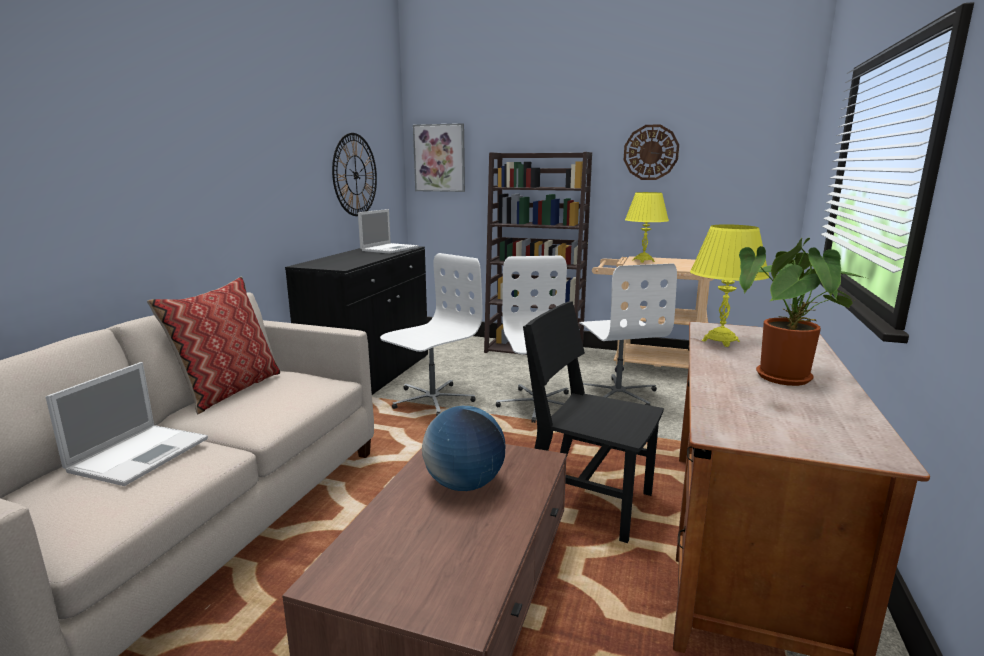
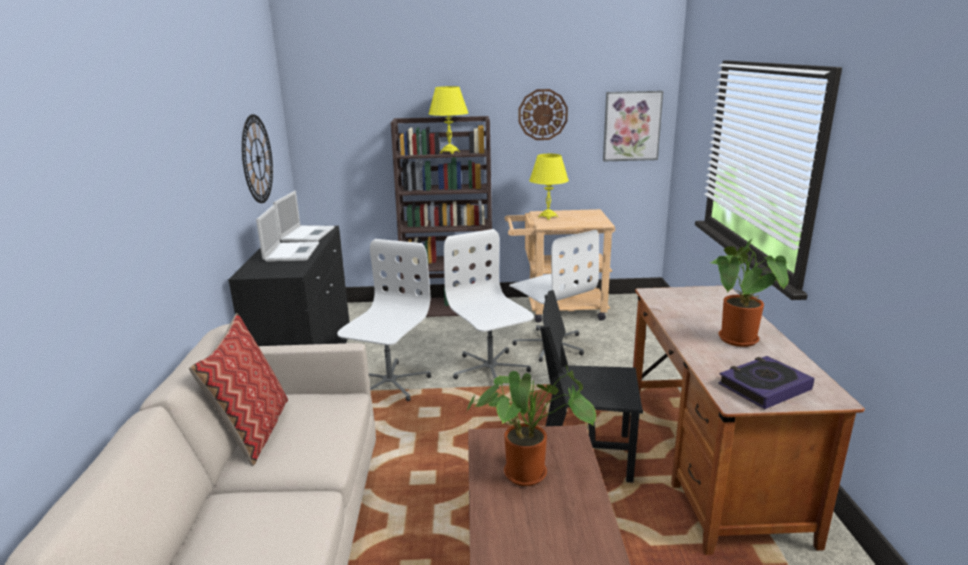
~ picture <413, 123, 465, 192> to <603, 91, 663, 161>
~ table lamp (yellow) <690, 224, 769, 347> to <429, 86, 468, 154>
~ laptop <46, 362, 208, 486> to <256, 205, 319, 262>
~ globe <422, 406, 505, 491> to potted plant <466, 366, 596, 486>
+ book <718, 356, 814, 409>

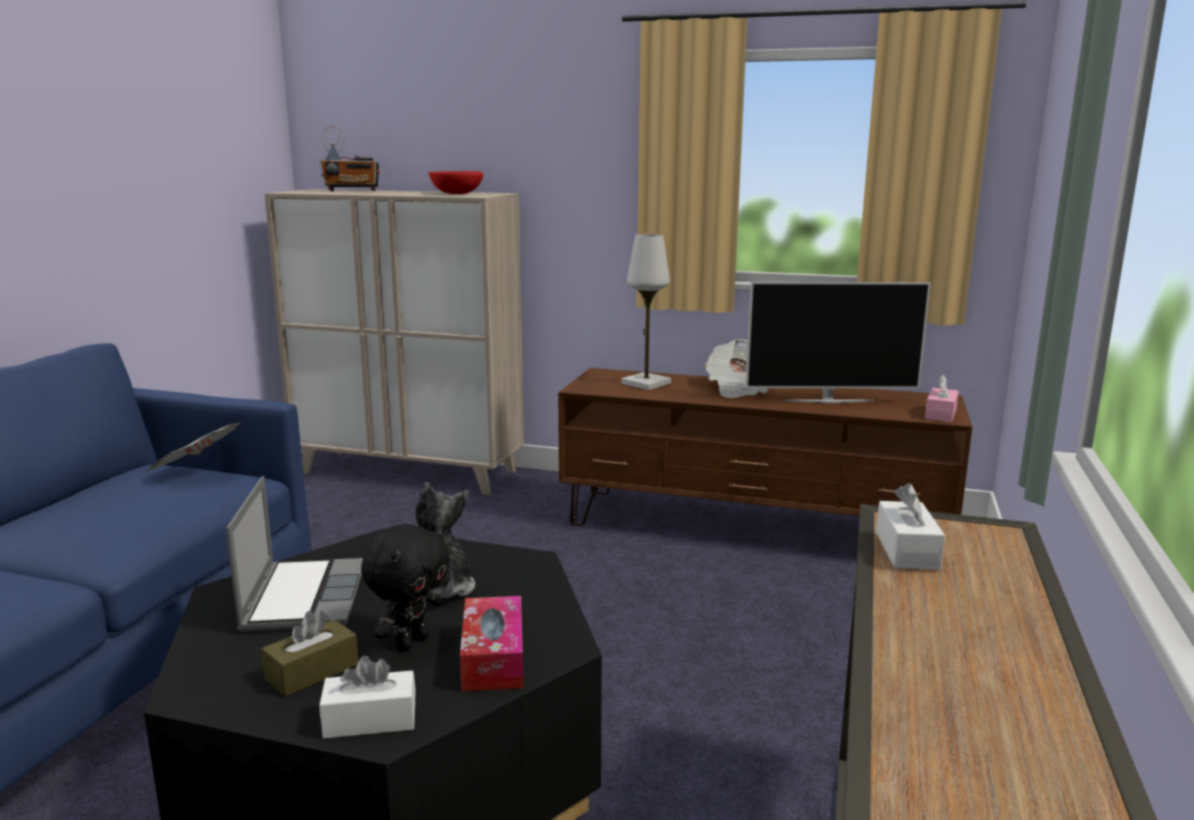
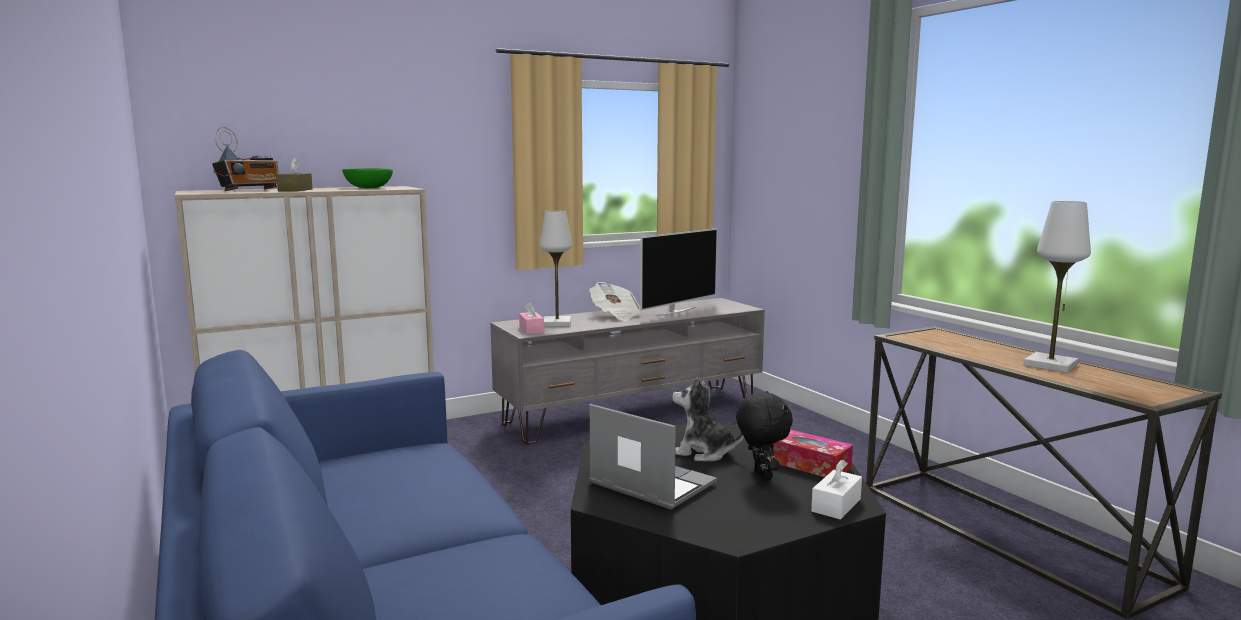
~ bowl (red) <428, 171, 483, 194> to bowl (green) <342, 168, 393, 188>
~ tv stand (brown) <558, 368, 972, 526> to tv stand (grey) <490, 298, 765, 445>
~ tissue box (pink) <925, 375, 959, 422> to <519, 302, 544, 334>
- newspaper <145, 422, 241, 472>
- tissue box (white) <876, 483, 945, 570>
~ tissue box (brown) <261, 610, 358, 697> to <276, 157, 313, 191>
+ table lamp (white) <1024, 201, 1091, 373>

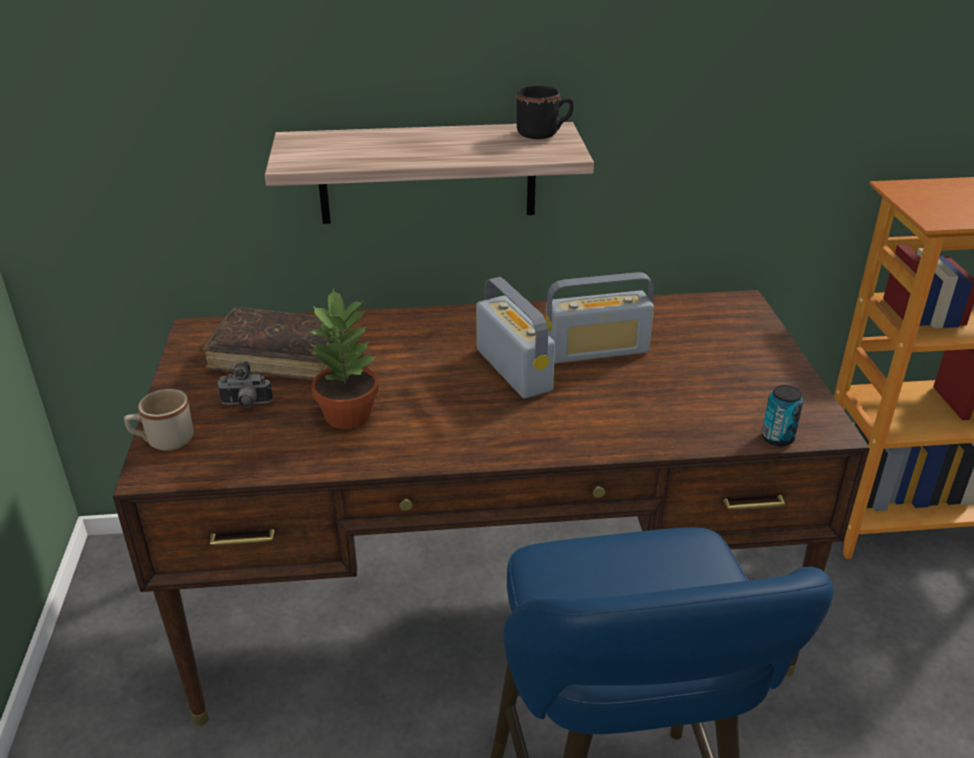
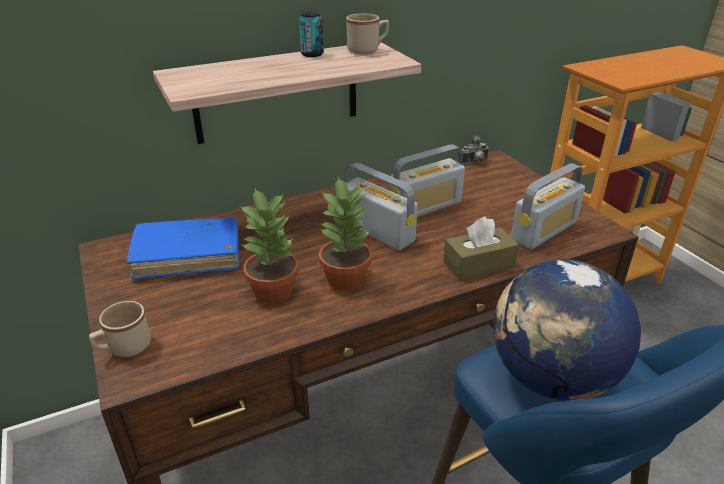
~ mug (black) <517, 86, 574, 139> to mug (beige) <346, 14, 389, 54>
~ book (brown) <203, 308, 347, 381> to book (blue) <127, 217, 239, 280>
~ photo camera <217, 361, 273, 408> to <462, 135, 489, 164>
~ can <762, 385, 803, 446> to <299, 11, 324, 57>
+ radio <511, 163, 585, 249>
+ potted plant <319, 176, 372, 291>
+ tissue box (brown) <443, 216, 519, 281>
+ globe <493, 259, 641, 401>

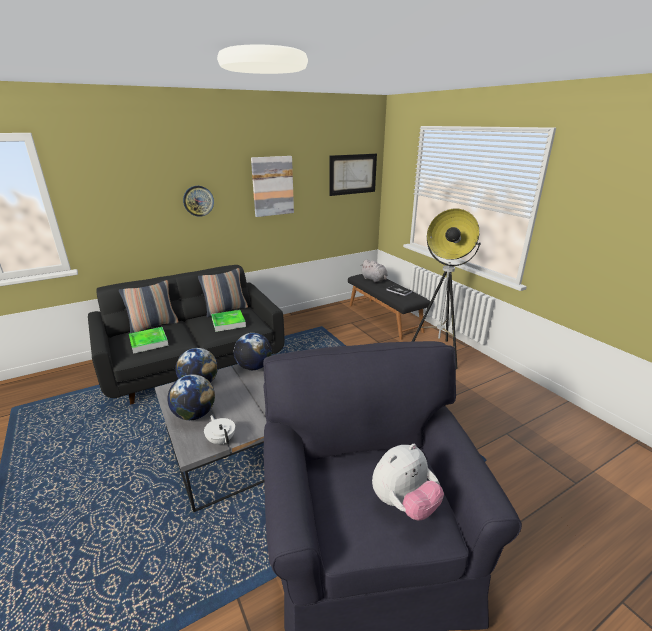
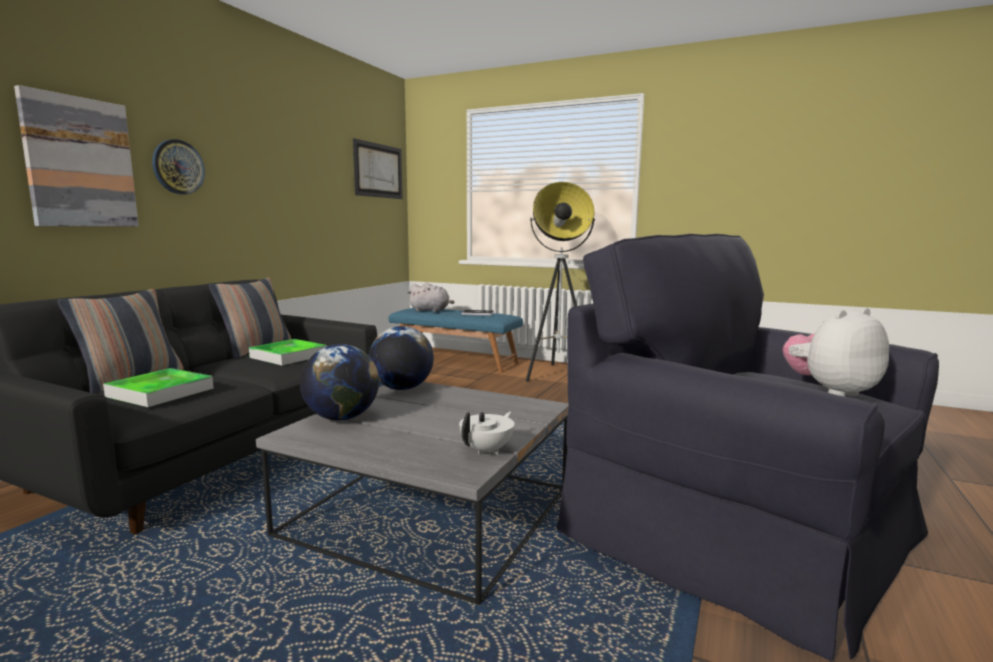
~ picture <251, 156, 294, 217> to <14, 85, 139, 227>
~ bench (black) <348, 274, 430, 340> to bench (blue) <388, 308, 523, 373>
- globe <167, 374, 215, 420>
~ teapot (white) <204, 415, 235, 445> = <459, 412, 514, 455> 105 degrees clockwise
~ plush toy <372, 444, 444, 520> = <783, 308, 889, 397> 135 degrees counterclockwise

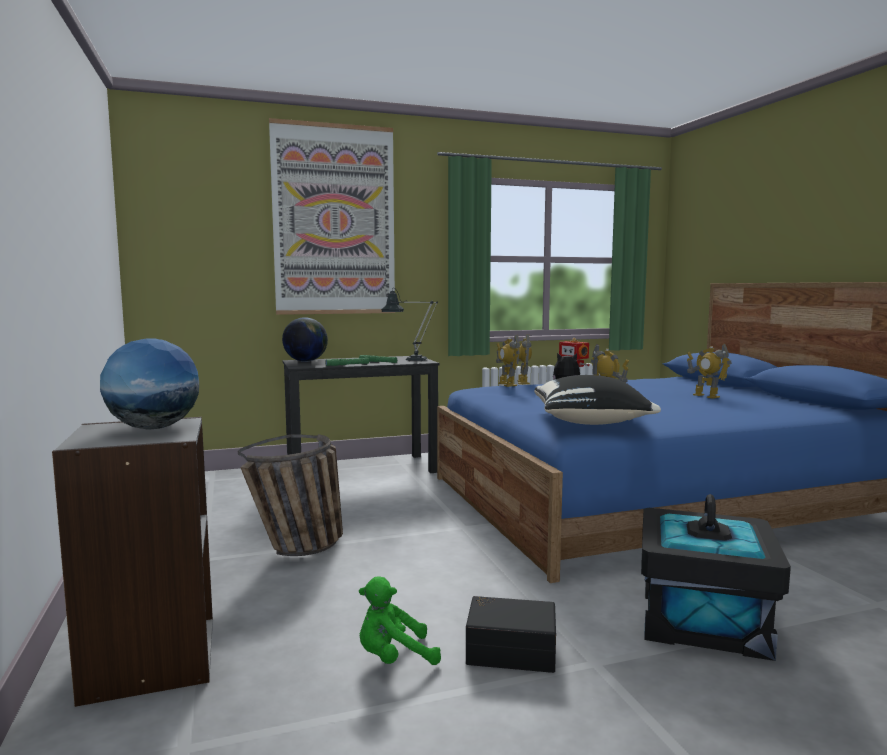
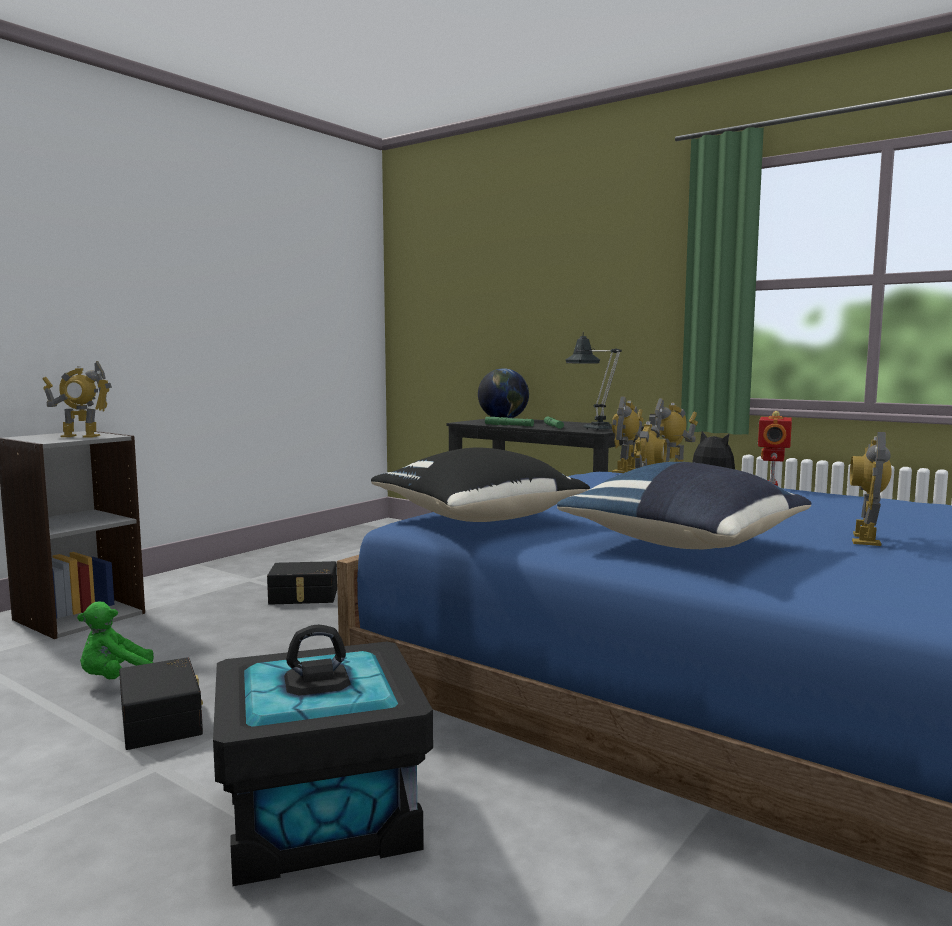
- picture <269, 118, 395, 315>
~ globe <100, 338, 199, 430> to toy robot <42, 361, 112, 437>
~ basket <238, 434, 343, 556> to storage box (black) <267, 561, 337, 605>
~ plush toy (green) <359, 577, 441, 665> = <77, 602, 154, 679> 75 degrees counterclockwise
+ pillow (blue) <557, 462, 812, 549>

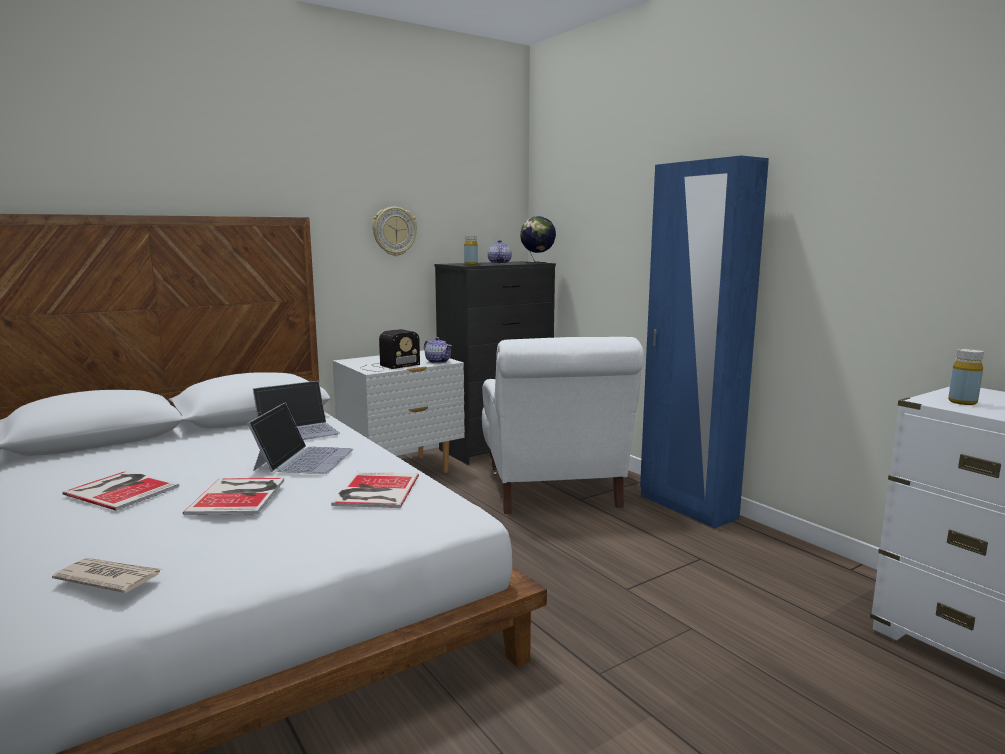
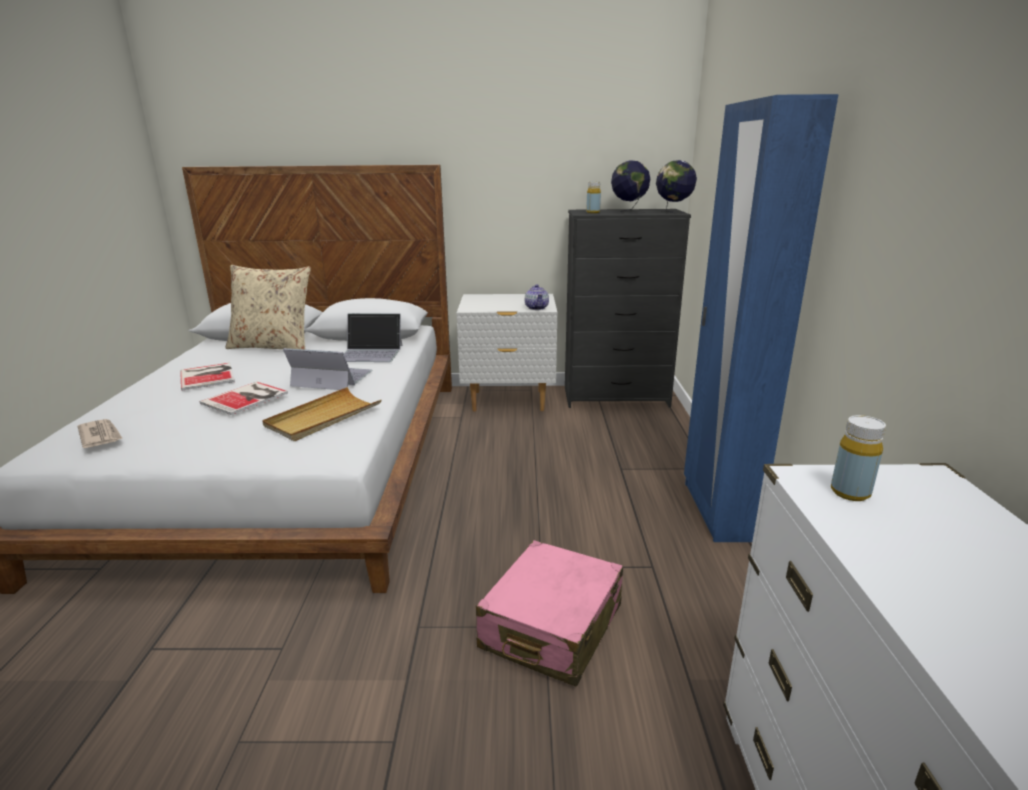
- wall clock <372, 207, 417, 256>
~ teapot <488, 240, 511, 264> to globe <611, 160, 650, 214>
- radio <360, 329, 420, 372>
- armchair (white) <482, 337, 644, 514>
~ laptop <247, 402, 354, 474> = <283, 348, 372, 390> 120 degrees counterclockwise
~ book <331, 472, 419, 508> to tray (beige) <262, 387, 381, 441>
+ pillow (beige) <225, 265, 311, 350>
+ suitcase (pink) <476, 540, 623, 687>

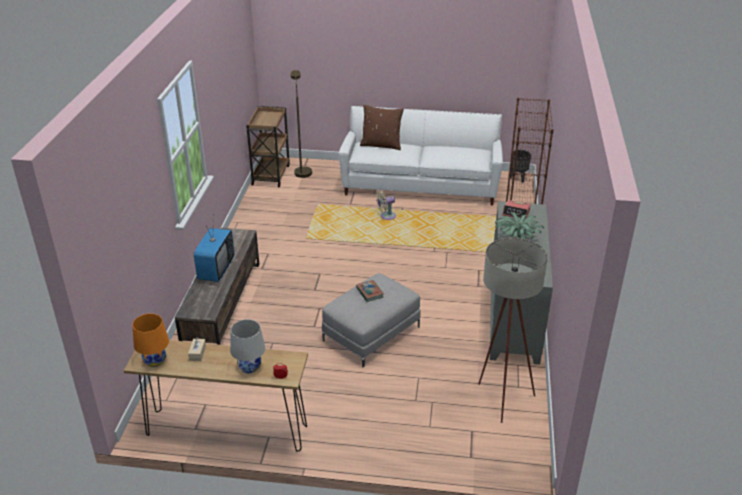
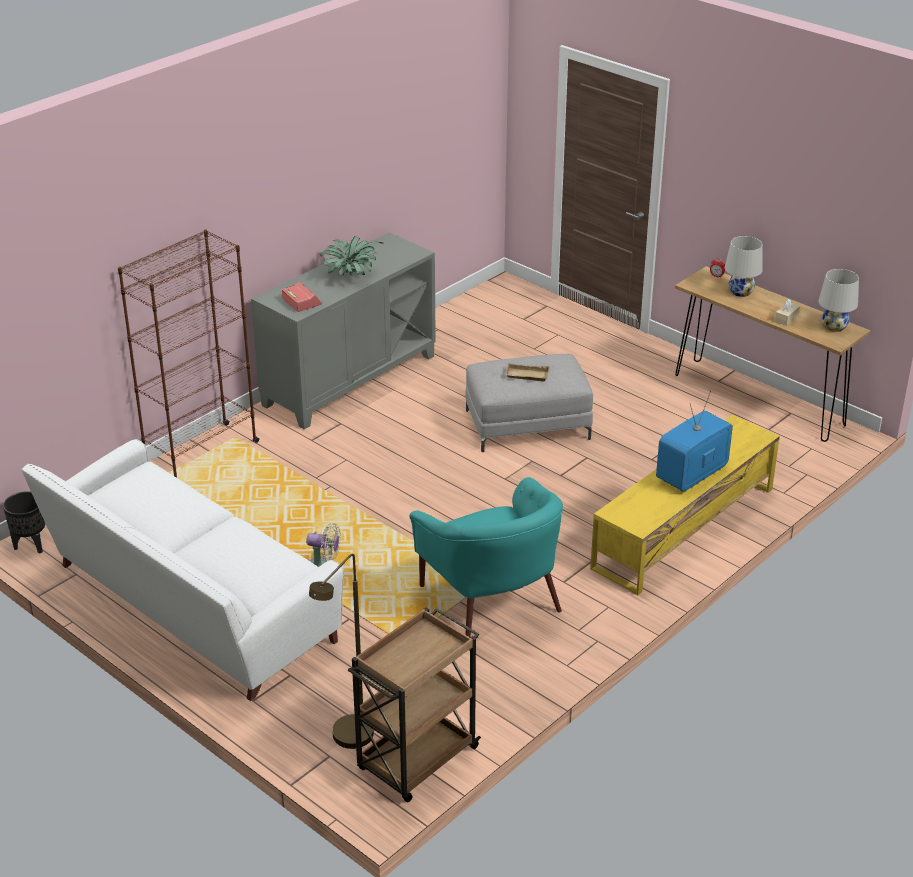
- pillow (brown) <360, 105, 404, 150>
~ tv stand (brown) <175, 228, 259, 345> to tv stand (yellow) <590, 415, 780, 595>
- floor lamp (beige) <478, 237, 548, 423>
~ book <356, 280, 384, 302> to tray (beige) <505, 363, 550, 382>
~ table lamp (orange) <132, 313, 169, 367> to table lamp (white) <818, 269, 859, 332>
+ armchair (turquoise) <409, 477, 563, 637>

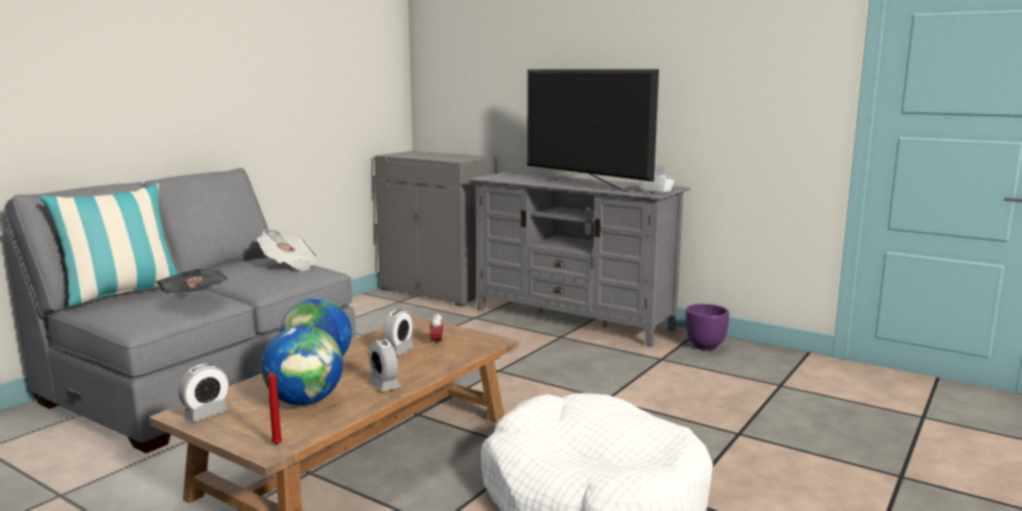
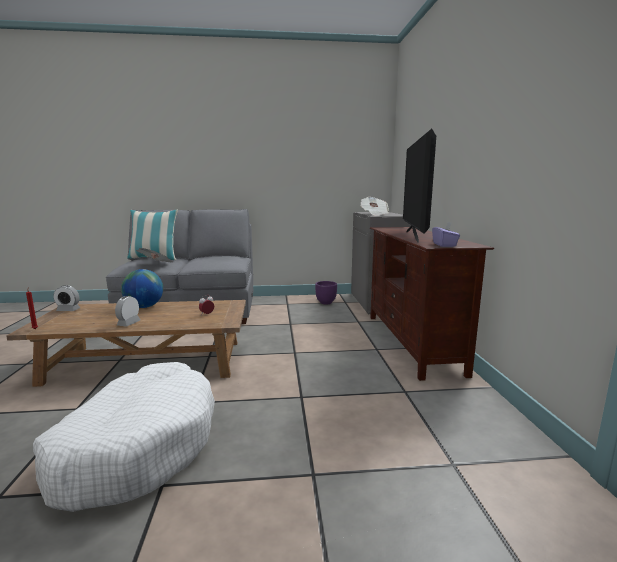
~ tissue box (white) <638, 166, 675, 193> to tissue box (purple) <432, 222, 460, 247>
~ tv stand (grey) <468, 172, 691, 347> to tv stand (brown) <370, 227, 494, 381>
~ newspaper <257, 229, 320, 271> to <361, 197, 389, 216>
~ planter (purple) <685, 304, 729, 350> to <315, 281, 337, 305>
- alarm clock <383, 310, 414, 356>
- globe <261, 325, 343, 405>

